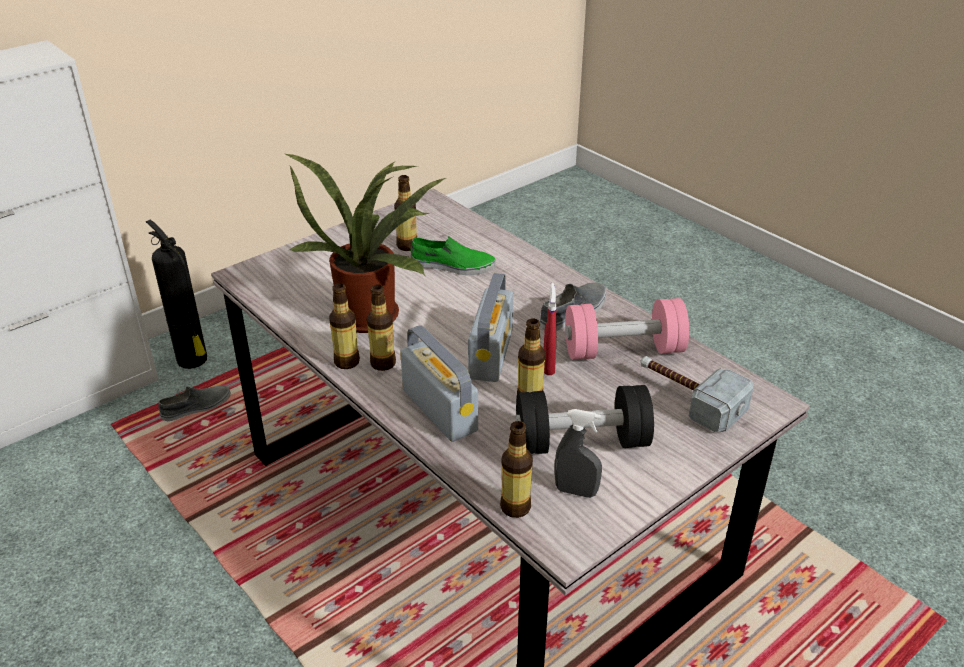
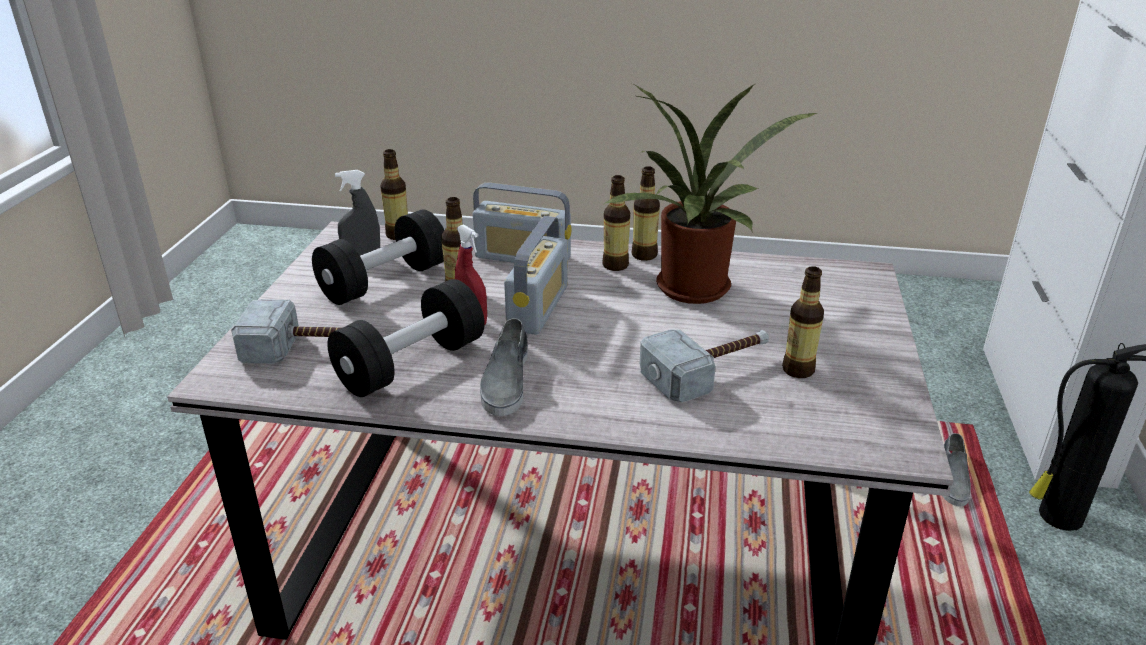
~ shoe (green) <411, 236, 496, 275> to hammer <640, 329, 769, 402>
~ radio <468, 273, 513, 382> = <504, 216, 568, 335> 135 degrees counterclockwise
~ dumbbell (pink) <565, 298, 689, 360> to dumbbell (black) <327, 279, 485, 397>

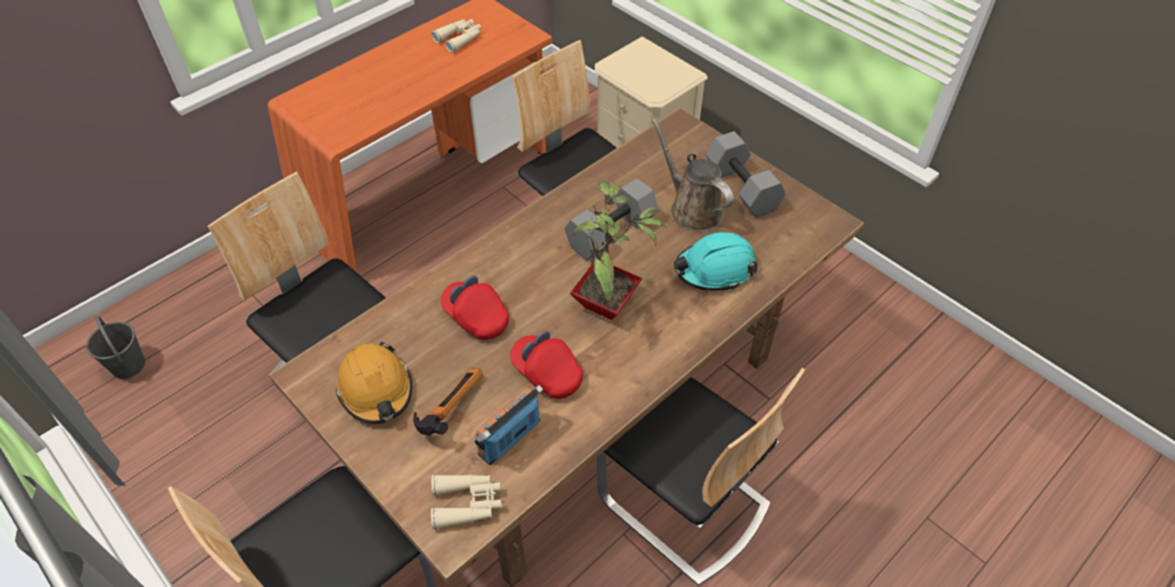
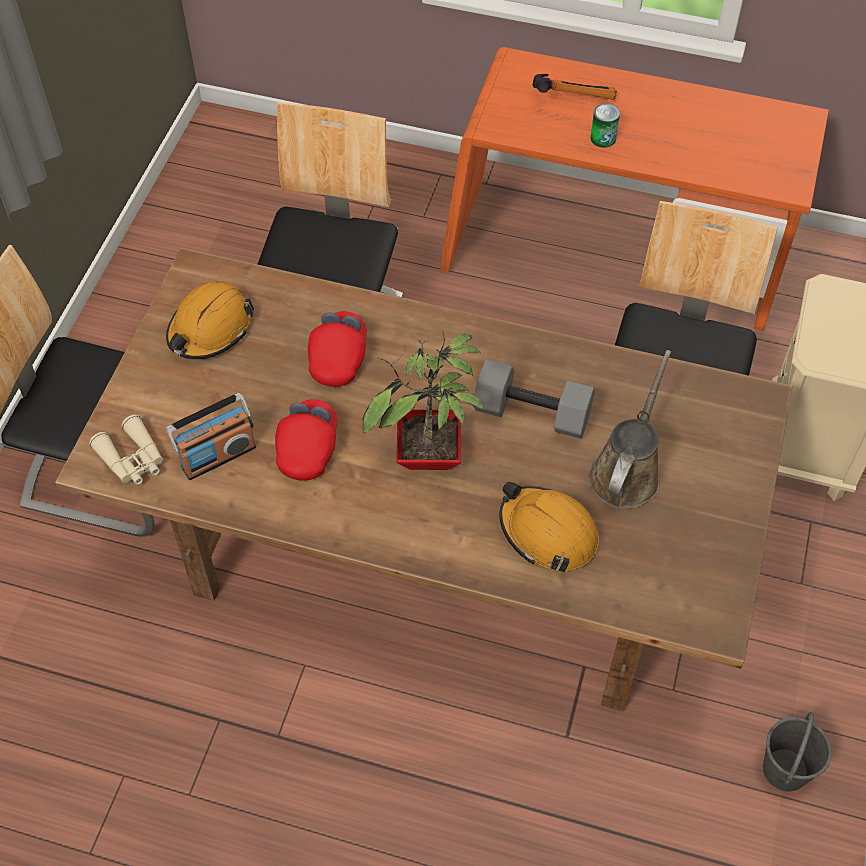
- binoculars (beige) <431, 19, 481, 53>
- dumbbell (grey) <706, 131, 786, 218>
~ hard hat (turquoise) <674, 232, 757, 291> to hard hat (orange) <499, 482, 599, 572>
~ bucket (grey) <86, 316, 145, 379> to <763, 712, 832, 792>
~ hammer <413, 368, 483, 436> to <533, 74, 617, 100>
- chair <597, 368, 805, 586>
~ radio <475, 385, 543, 465> = <166, 393, 256, 480> 135 degrees clockwise
+ can <590, 104, 620, 148>

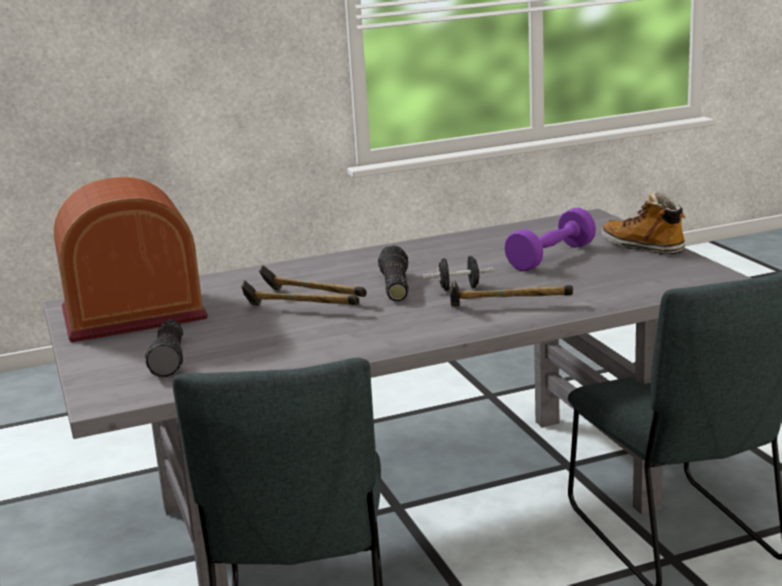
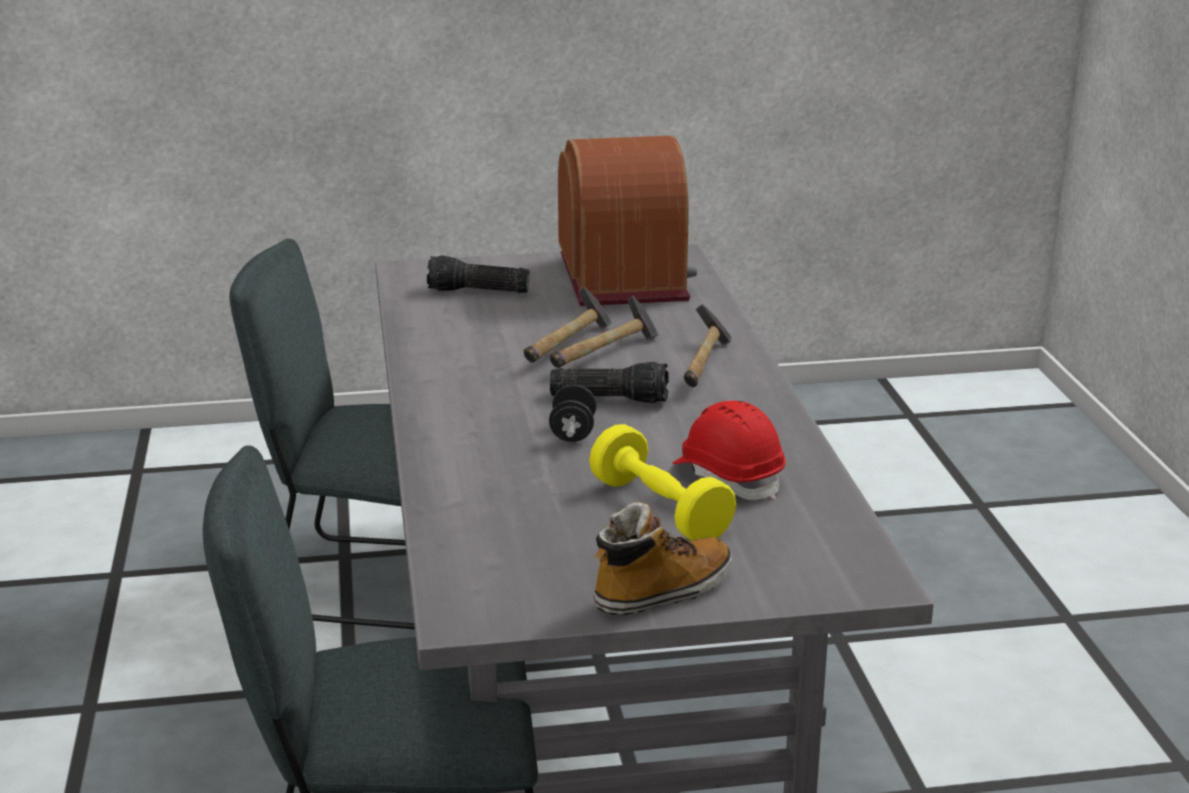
~ dumbbell (purple) <504, 208, 596, 271> to dumbbell (yellow) <589, 424, 736, 541>
~ hammer <450, 280, 573, 306> to <684, 304, 732, 387>
+ hard hat (red) <672, 401, 786, 500>

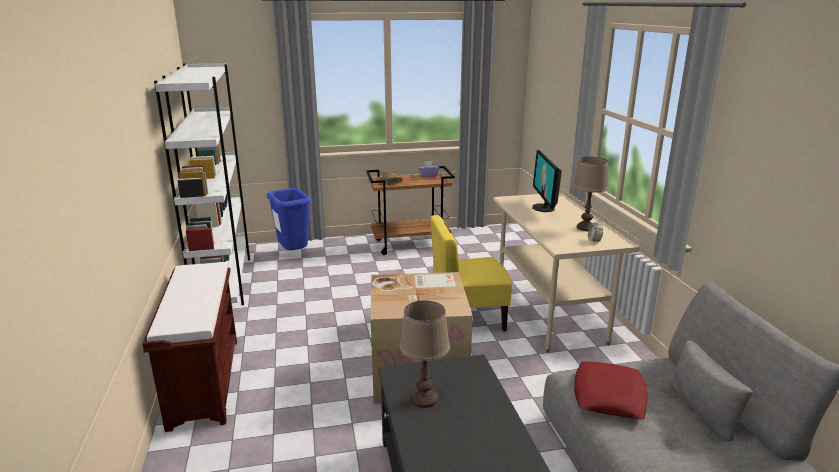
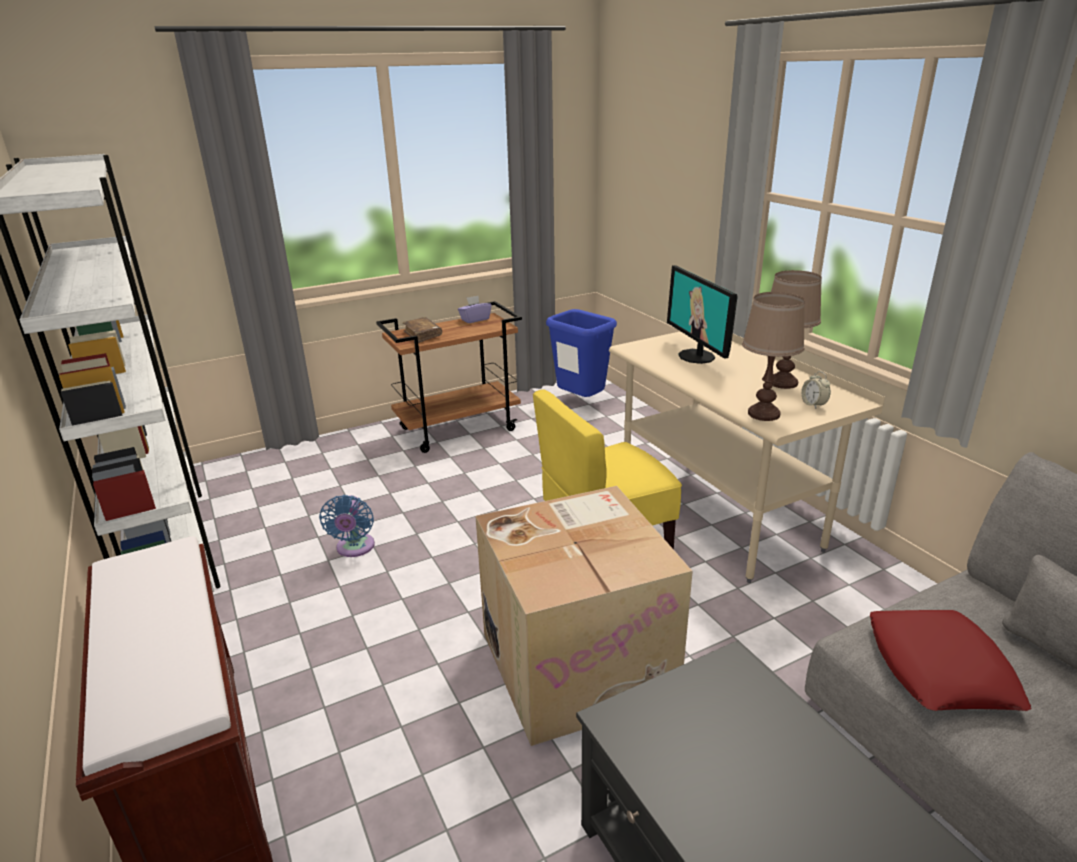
~ trash can (blue) <267, 188, 311, 250> to <546, 309, 617, 397>
~ table lamp (brown) <399, 301, 450, 408> to <742, 292, 805, 421>
+ fan (blue) <319, 495, 375, 557>

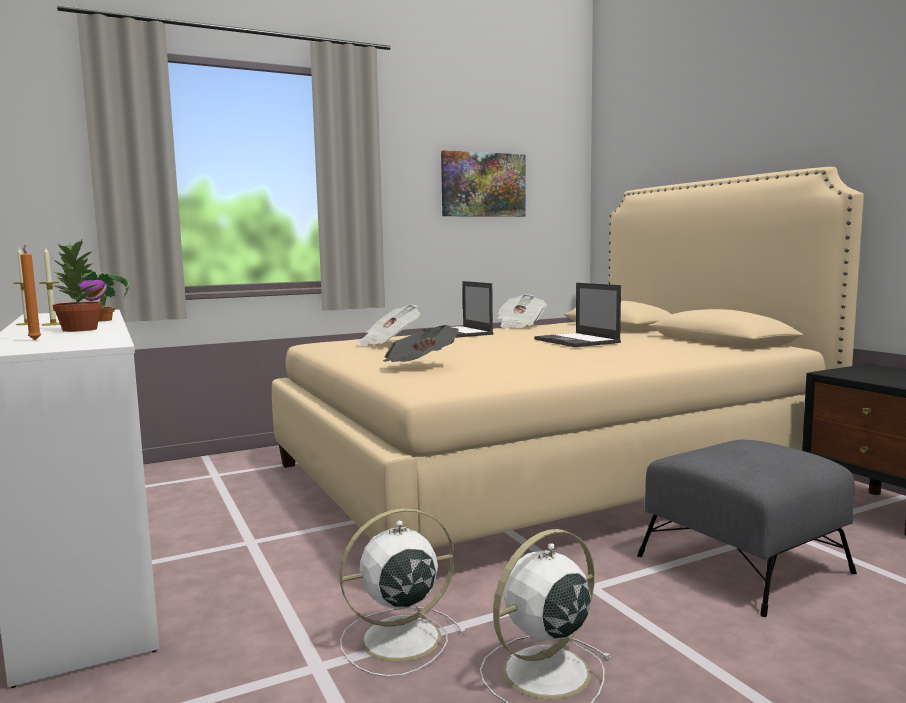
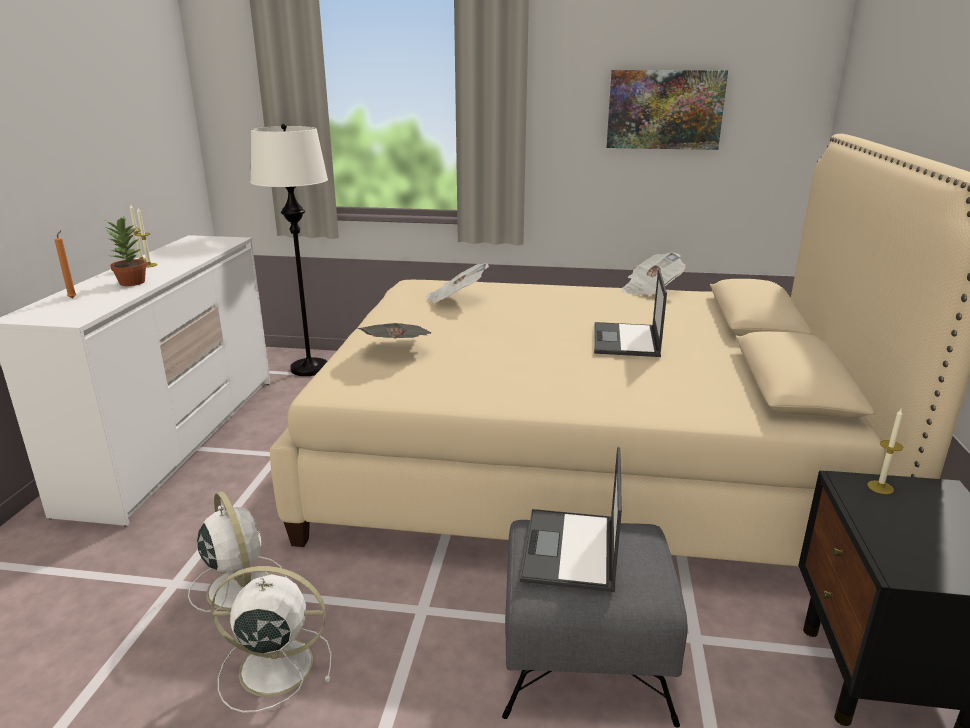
- potted plant <79, 269, 130, 322>
~ laptop <423, 281, 493, 338> to <520, 446, 622, 592>
~ fan (white) <339, 508, 467, 677> = <188, 491, 287, 612> 45 degrees clockwise
+ floor lamp (white) <250, 124, 328, 376>
+ candle <867, 409, 903, 494>

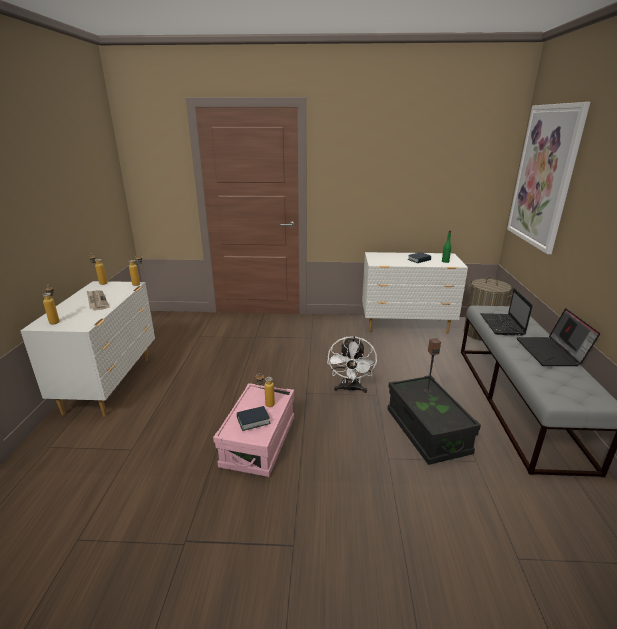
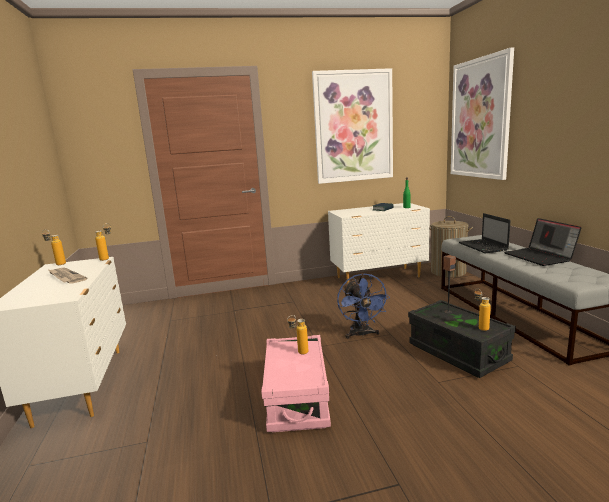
~ bottle <42, 284, 60, 325> to <474, 288, 491, 331>
~ fan (white) <327, 336, 377, 393> to fan (blue) <337, 273, 390, 339>
- book <237, 406, 271, 431>
+ picture <312, 68, 393, 184>

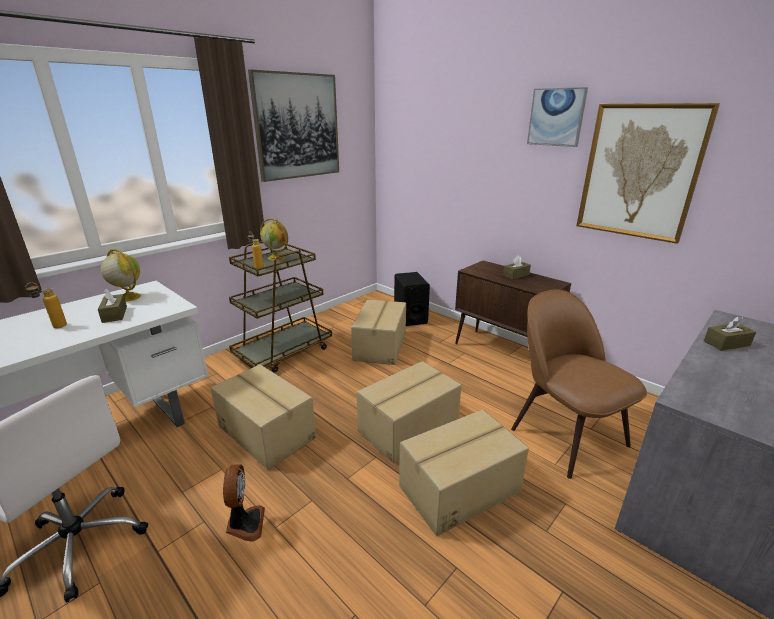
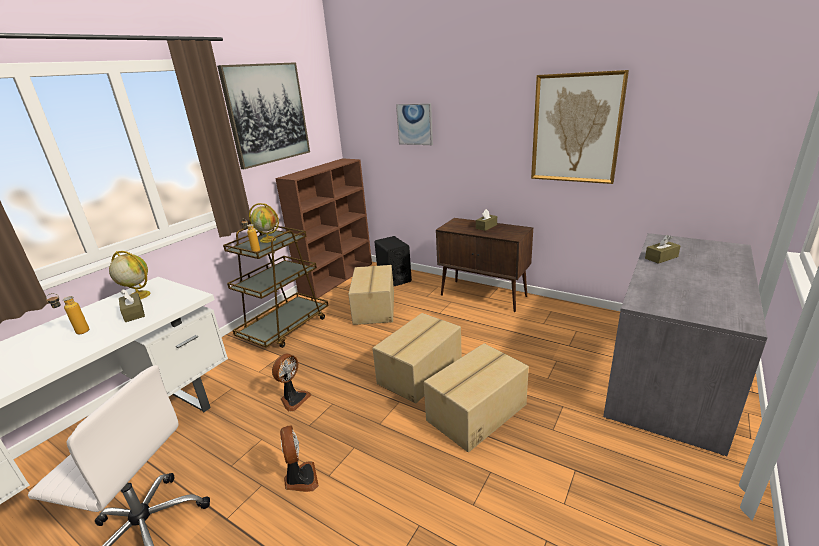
~ picture <527, 87, 588, 147> to <396, 103, 433, 145>
- chair (brown) <511, 290, 647, 479>
~ cardboard box <211, 365, 316, 469> to fan <272, 354, 311, 412>
+ bookcase (brown) <275, 158, 372, 299>

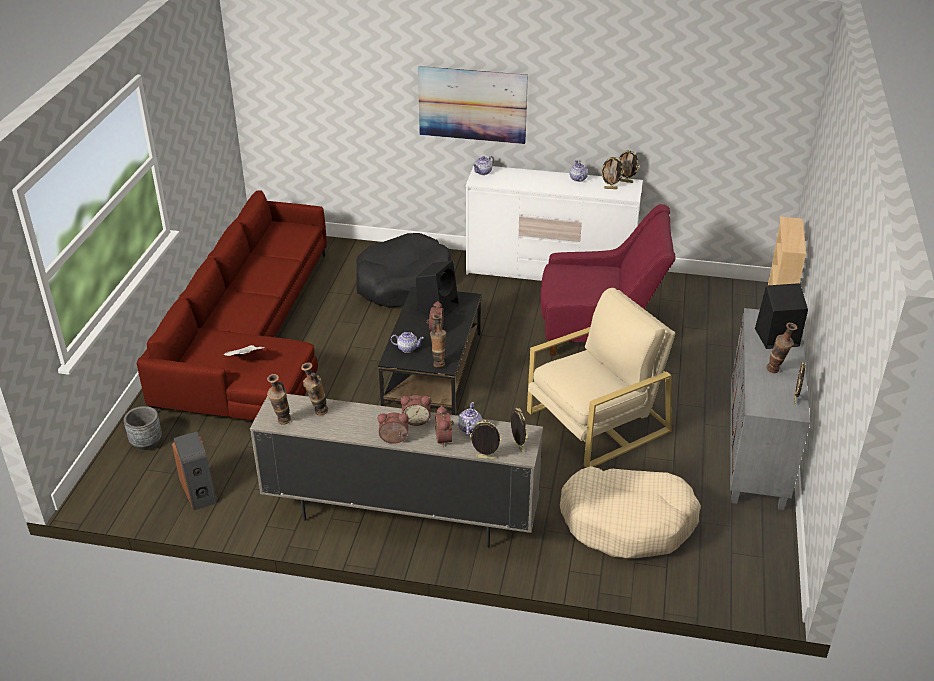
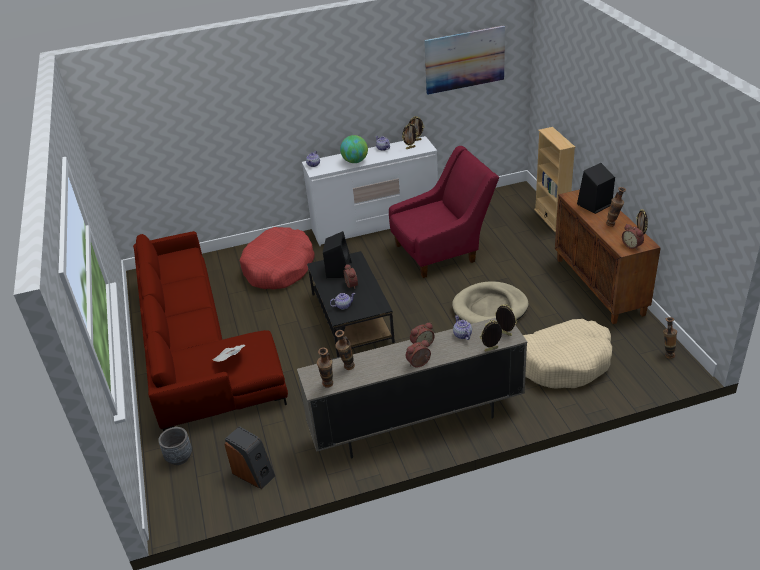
~ picture <418, 66, 528, 144> to <424, 25, 505, 95>
~ dog bed (black) <356, 233, 451, 308> to dog bed (red) <240, 227, 315, 290>
~ armchair (beige) <527, 288, 675, 468> to dog bed (beige) <452, 281, 529, 324>
~ cabinet (grey) <730, 308, 810, 510> to cabinet (brown) <555, 189, 661, 324>
~ vase <430, 314, 446, 368> to <663, 317, 677, 359>
~ alarm clock <435, 406, 454, 447> to <622, 224, 644, 250>
+ globe <340, 135, 368, 163>

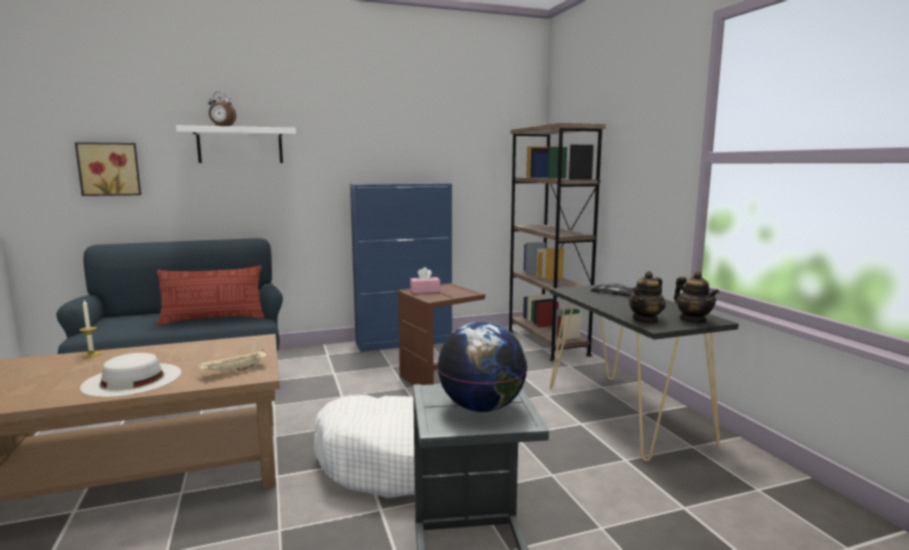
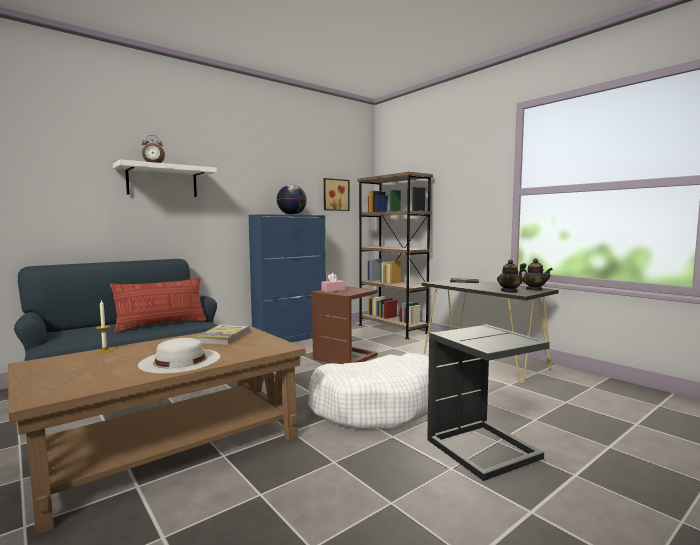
~ picture <75, 142, 141, 196> to <324, 178, 350, 211>
~ globe <437, 322, 527, 412> to <277, 185, 307, 215>
- tray (beige) <198, 349, 268, 371>
+ book <196, 324, 250, 345>

